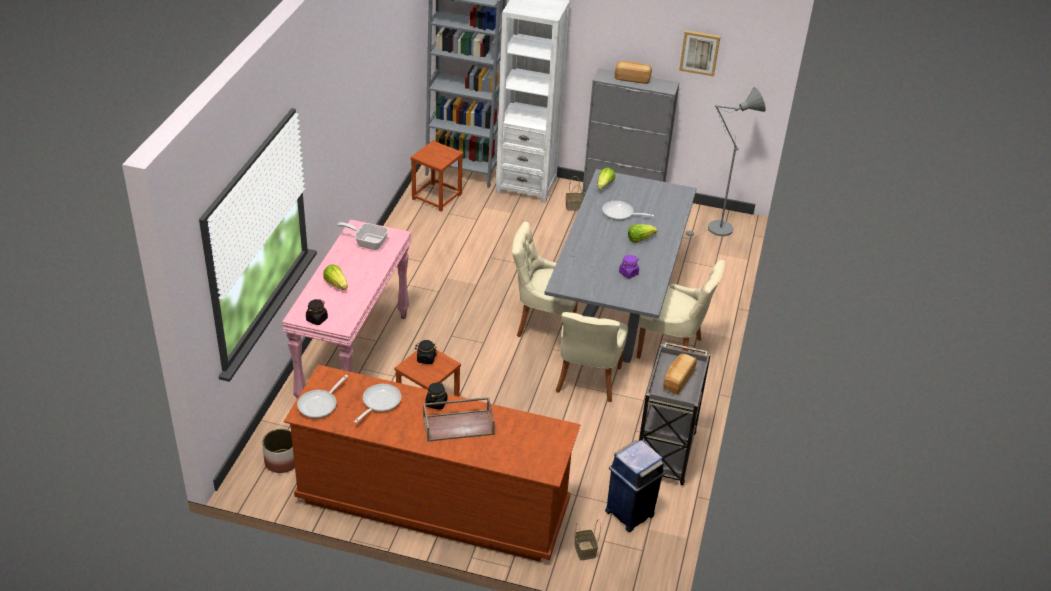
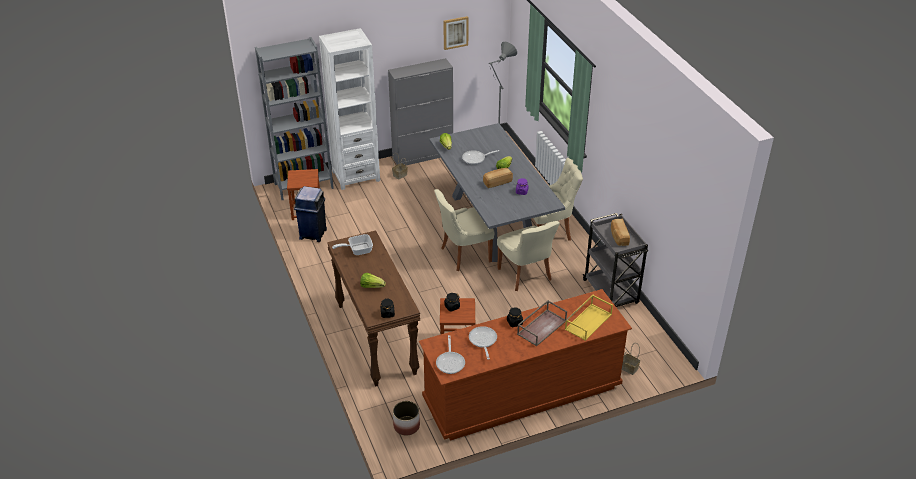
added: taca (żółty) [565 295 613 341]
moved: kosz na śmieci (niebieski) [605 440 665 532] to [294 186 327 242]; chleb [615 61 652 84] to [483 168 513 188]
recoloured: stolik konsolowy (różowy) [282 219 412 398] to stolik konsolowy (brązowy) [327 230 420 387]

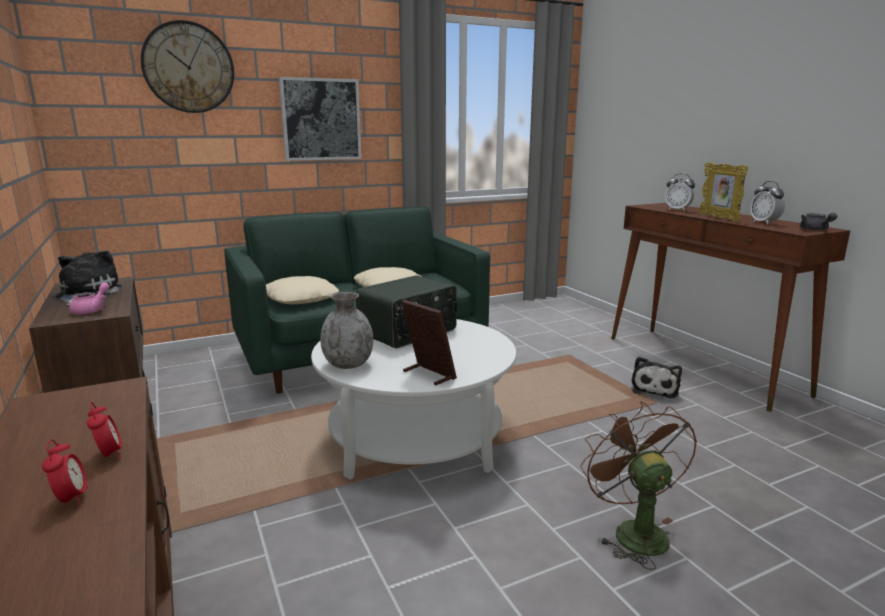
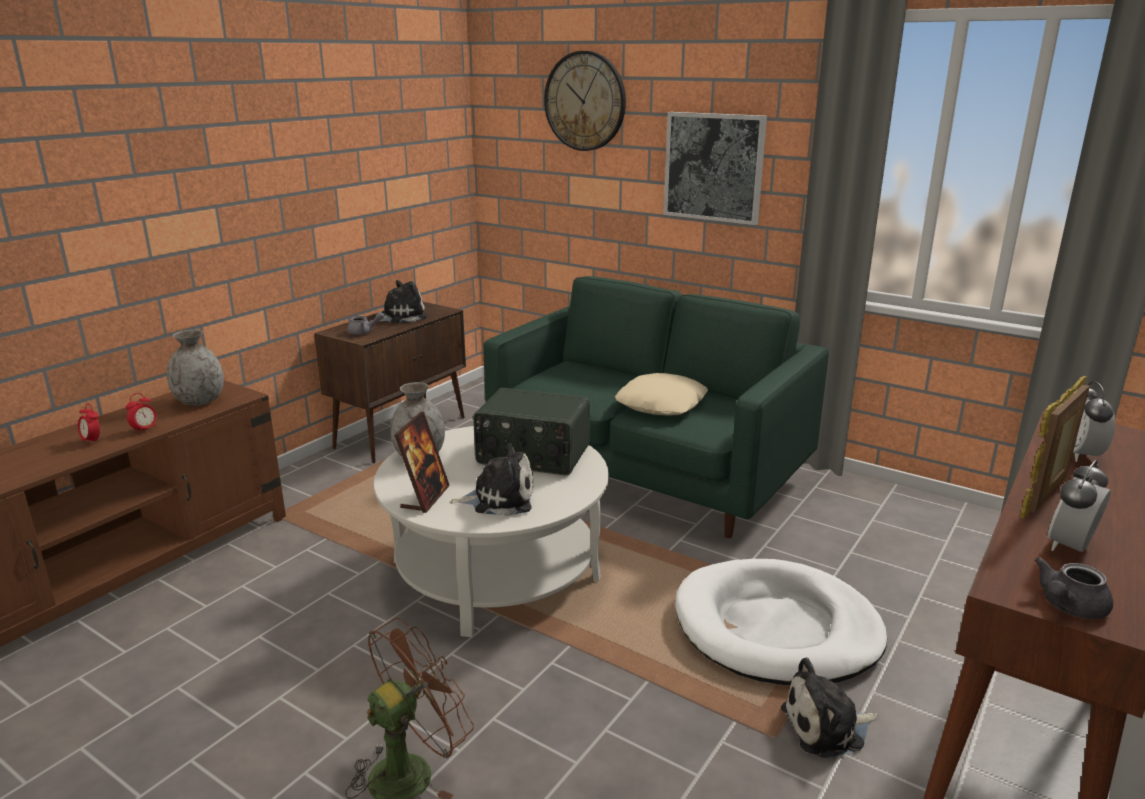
removed: poduszka (beżowy) [266 276 339 304]
added: wazon (szary) [167 330 224 406]; pluszak [449 443 534 516]; legowisko (biały) [675 559 887 685]
recoloured: imbryk (różowy) [69 283 110 315] to imbryk (szary) [347 312 384 335]
turned: budzik [42 439 87 506] = [78 403 100 446] 90 degrees clockwise

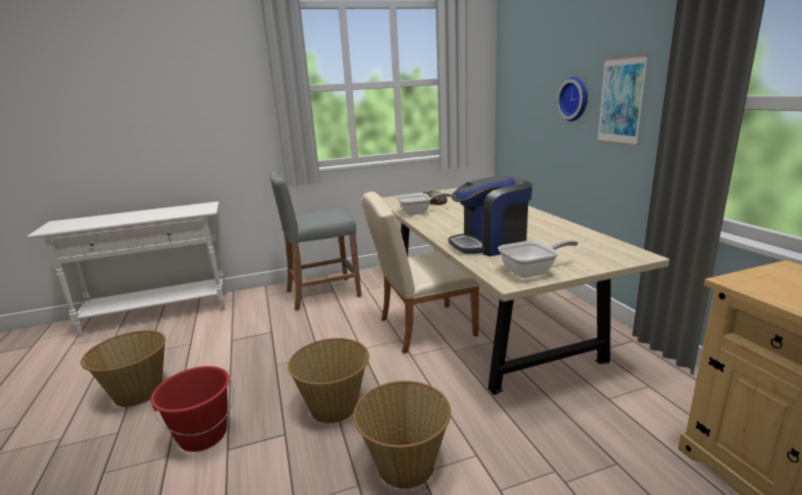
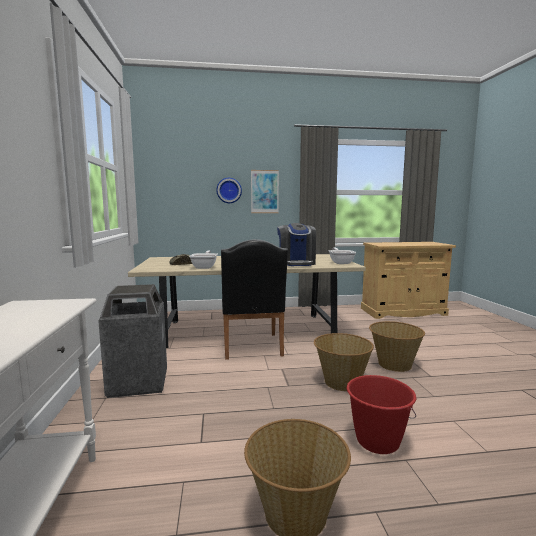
replaced: stołek (szary) [270 172 362 311] to kosz na śmieci [98 284 167 398]
recoloured: krzesło (beżowy) [361 192 480 354] to krzesło (czarny) [221 239 288 360]

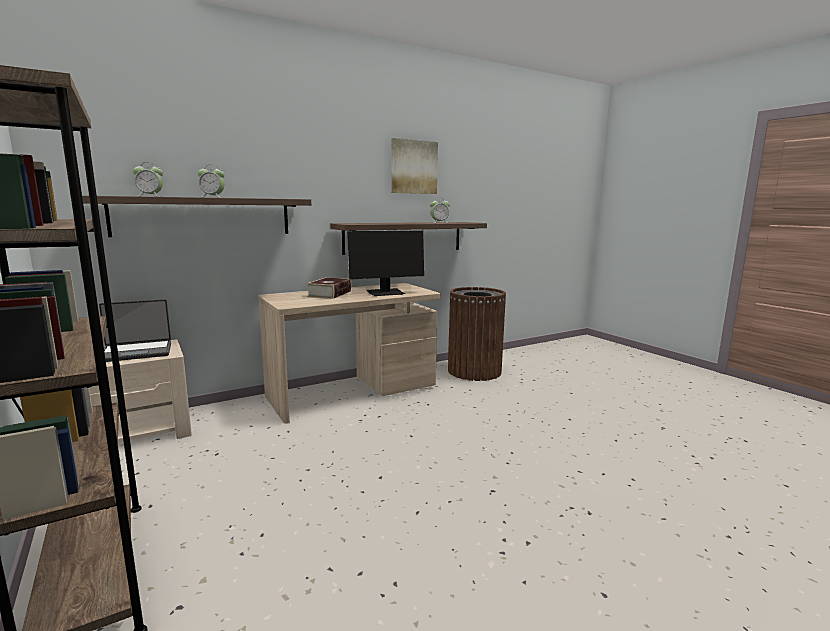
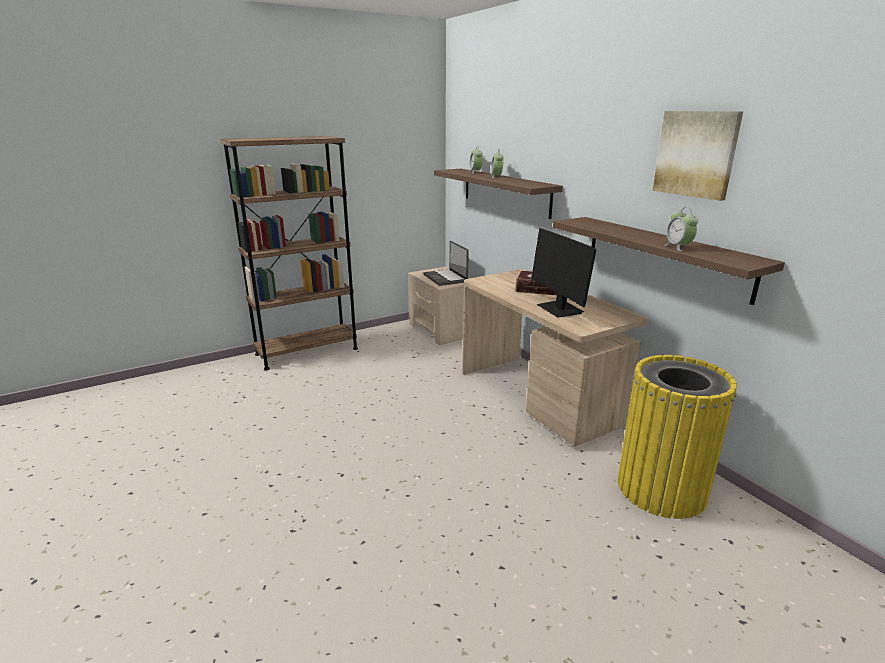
recoloured: kosz na śmieci (brązowy) [448 287 506 381] to kosz na śmieci (żółty) [618 355 737 519]

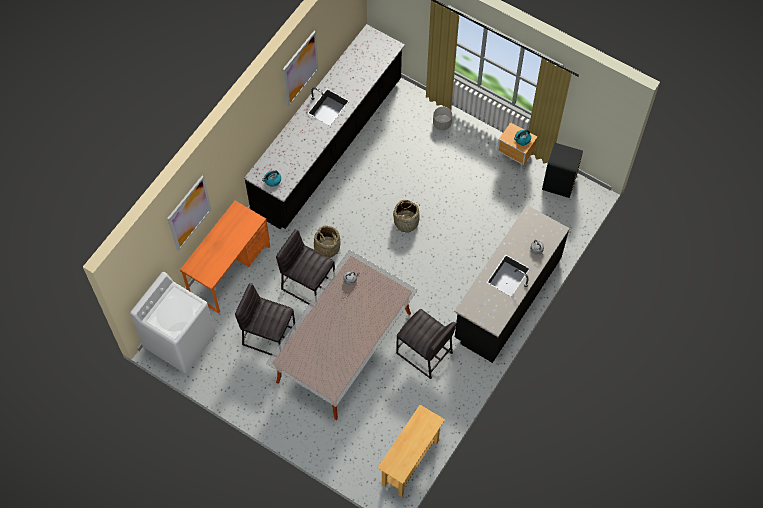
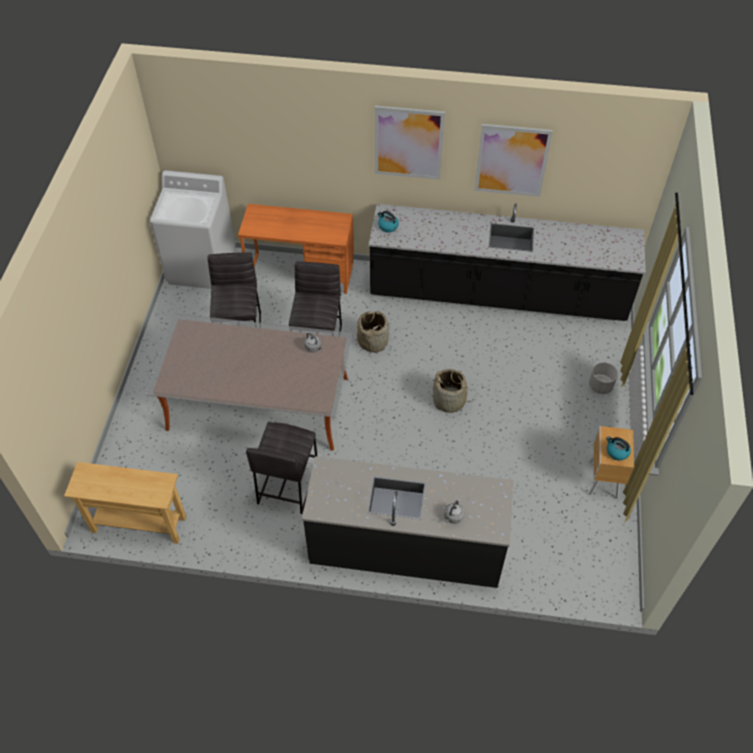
removed: kosz na śmieci (czarny) [542 143 583 198]
moved: obraz [167 176 212 251] to [375 106 445 180]

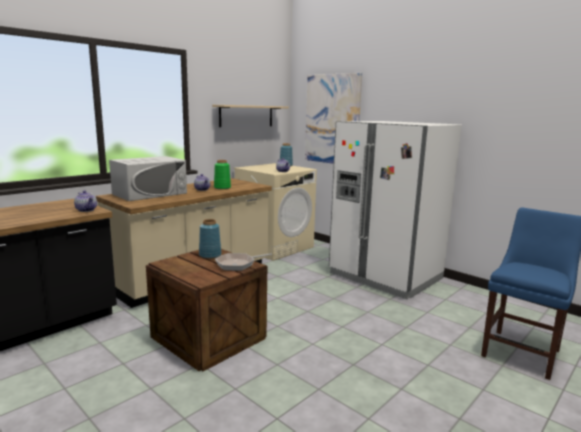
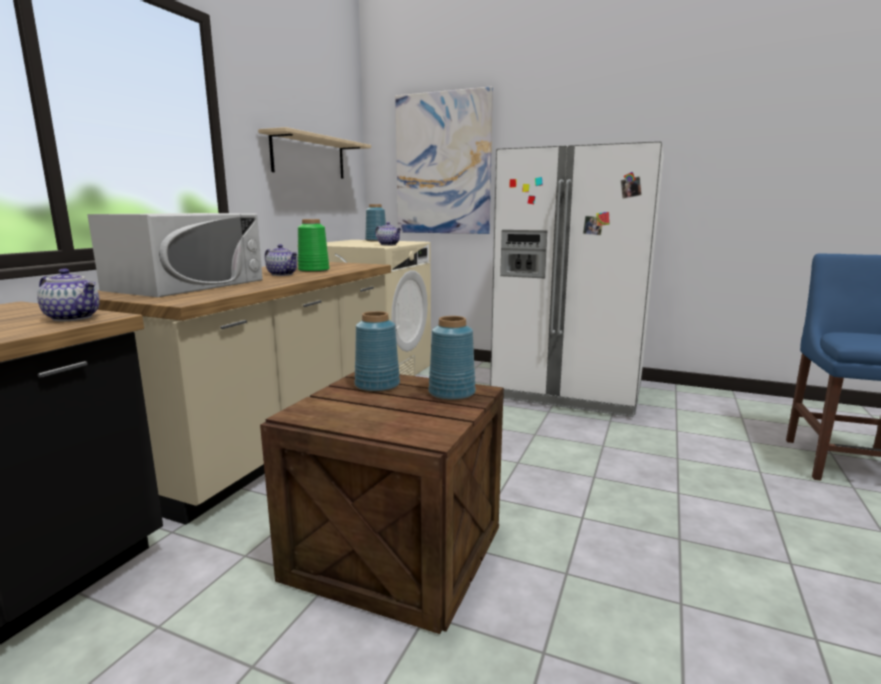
replaced: patelnia [215 253 272 271] to wazon (niebieski) [429 316 476 401]

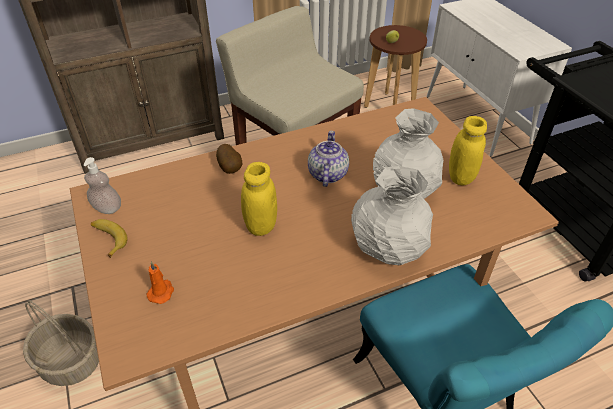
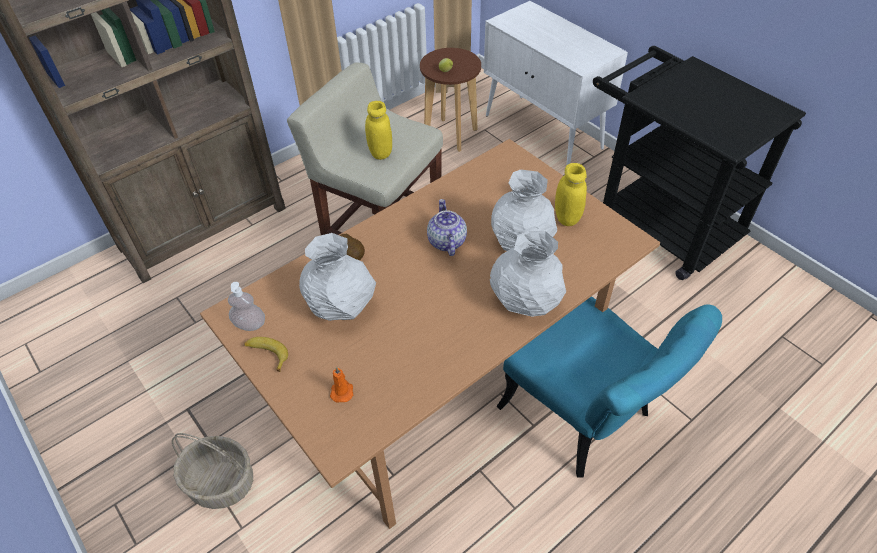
added: wazon (biały) [299 233 376 321]
moved: słoik (żółty) [241 162 277 236] to [365 101 392 160]

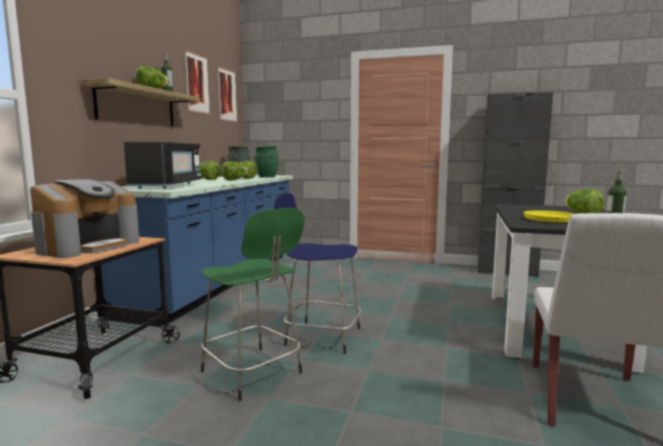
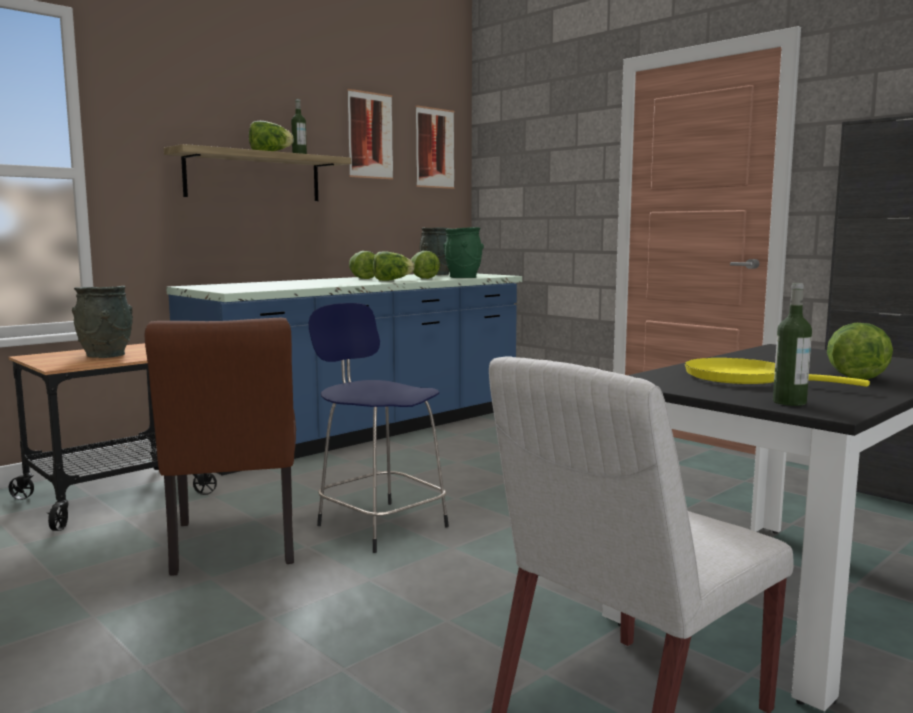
removed: mikrofalówka (czarny) [124 142 202 189]
replaced: ekspres do kawy [30 179 140 258] to wazon (szary) [72 286 133 358]; stołek (zielony) [201 208 304 401] to krzesło (brązowy) [145 318 296 575]

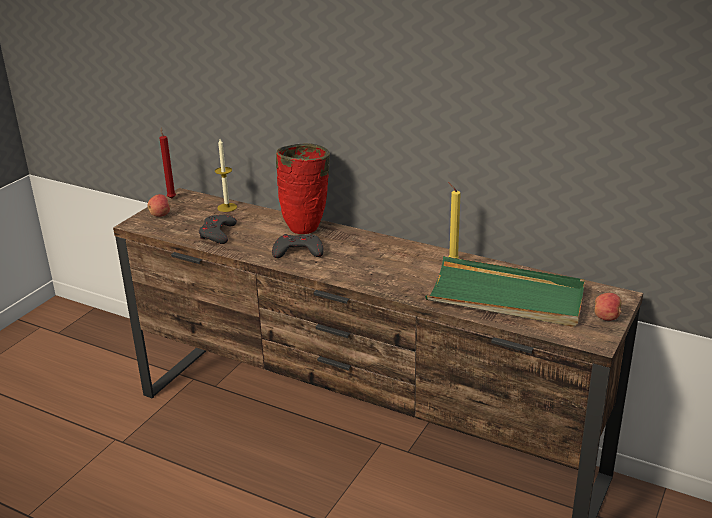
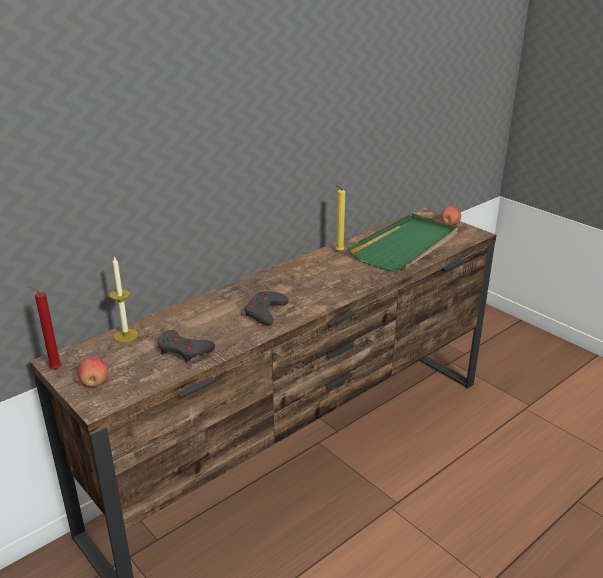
removed: wazon (czerwony) [276 143 330 234]

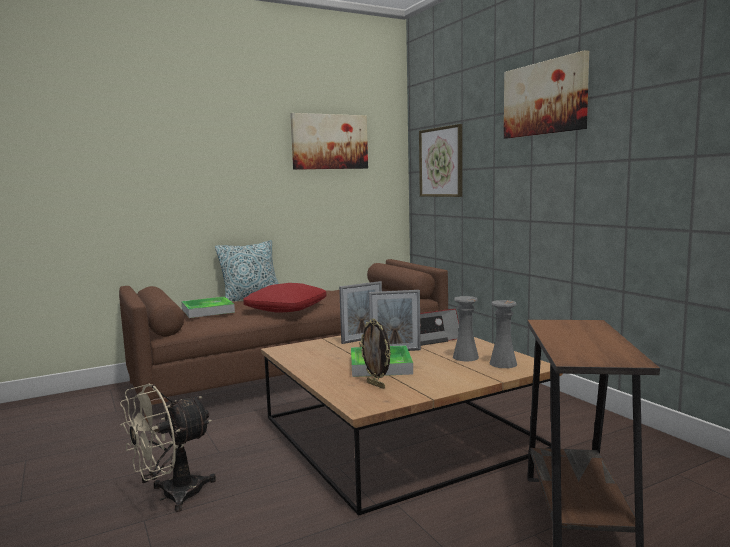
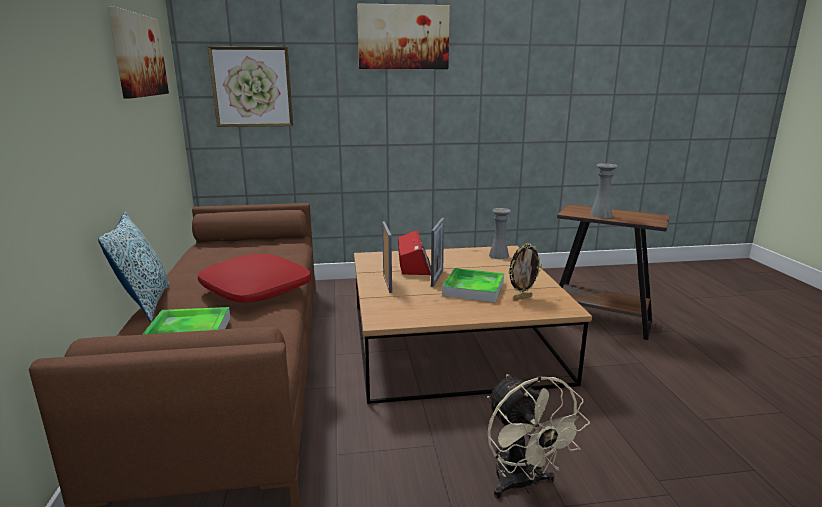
moved: wazon (szary) [453 296 479 362] to [590 163 618 218]

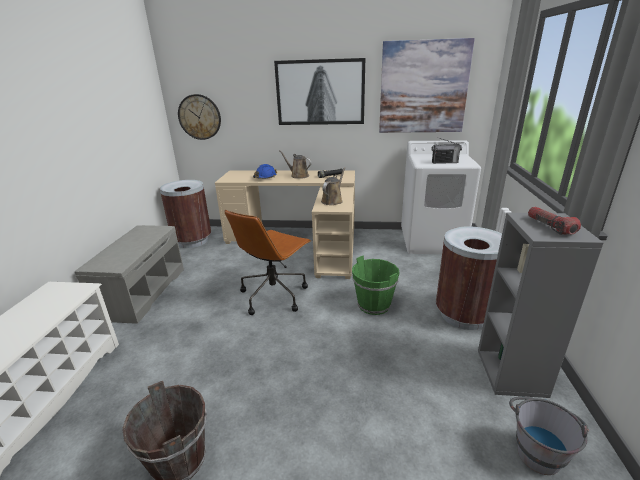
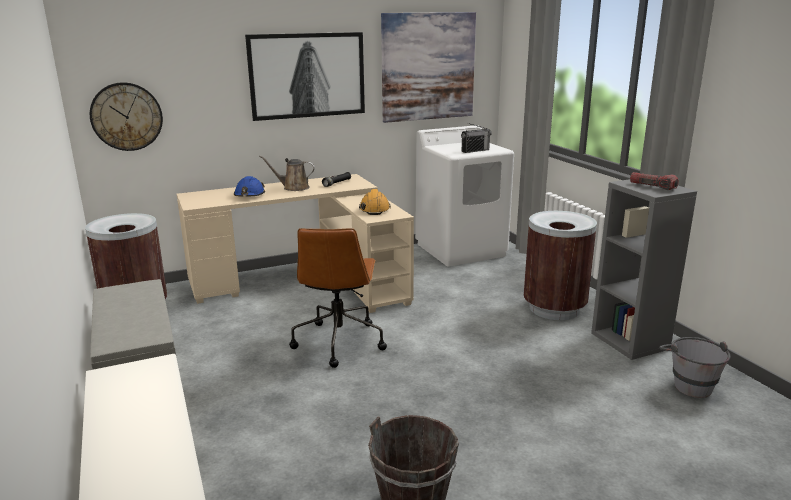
removed: wiadro (zielony) [352 256 399 315]
replaced: konewka (brązowy) [321 167 346 205] to kask (pomarańczowy) [359 189 391 215]

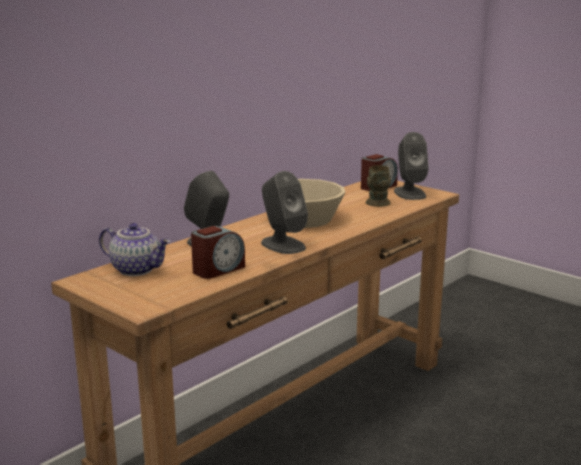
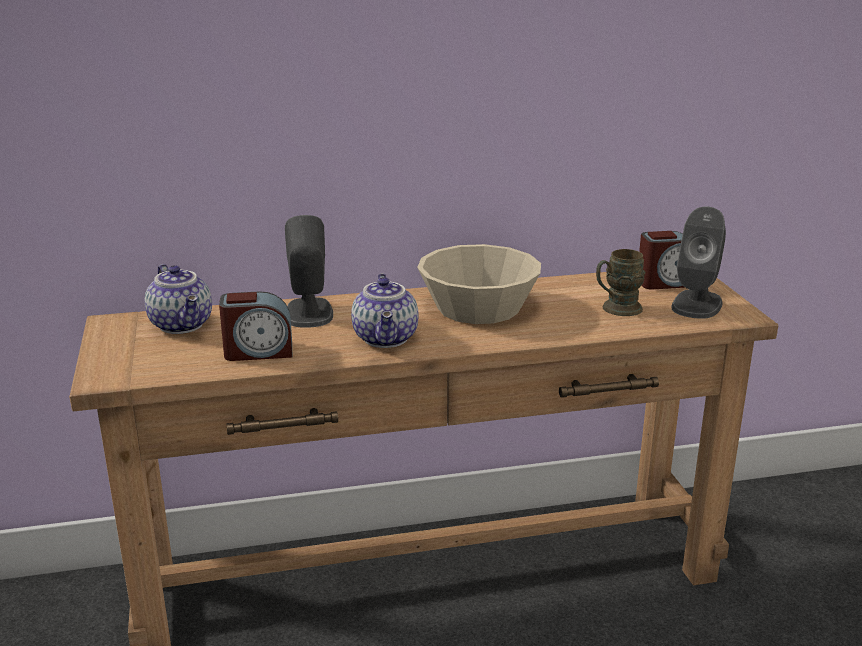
replaced: głośnik (szary) [261 171 308 254] to imbryk [351 274 418 348]

